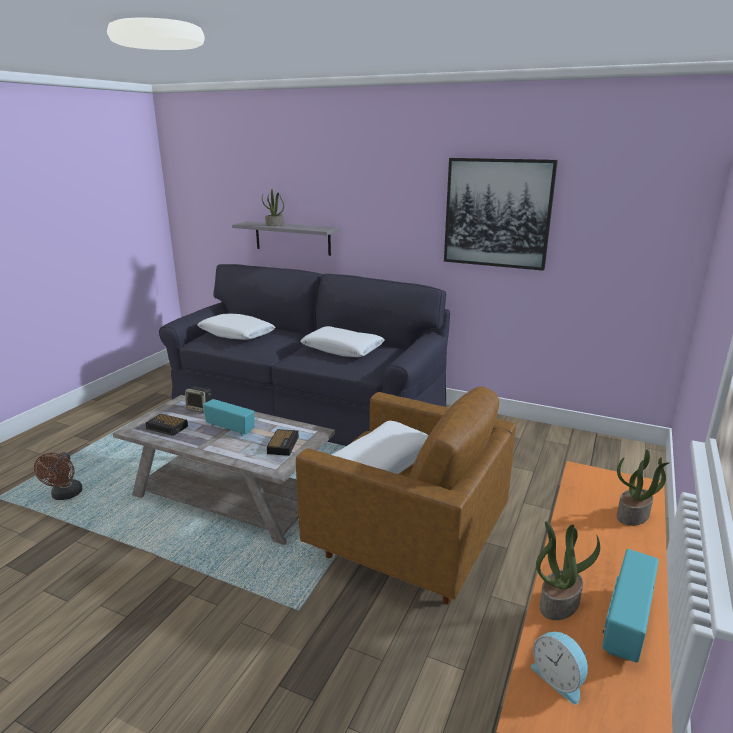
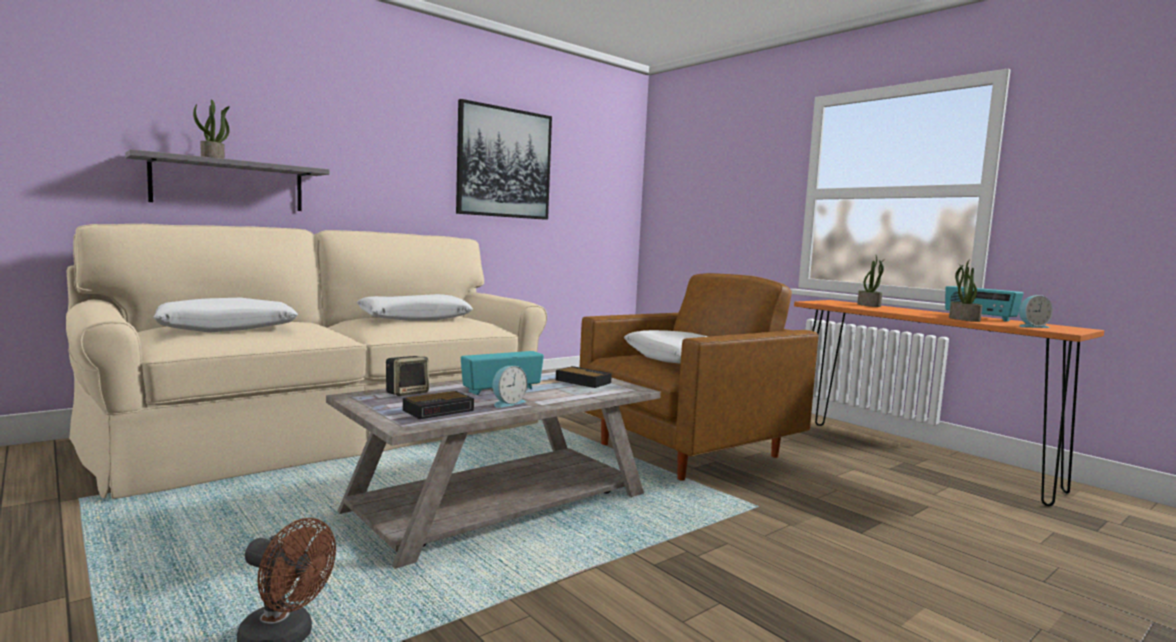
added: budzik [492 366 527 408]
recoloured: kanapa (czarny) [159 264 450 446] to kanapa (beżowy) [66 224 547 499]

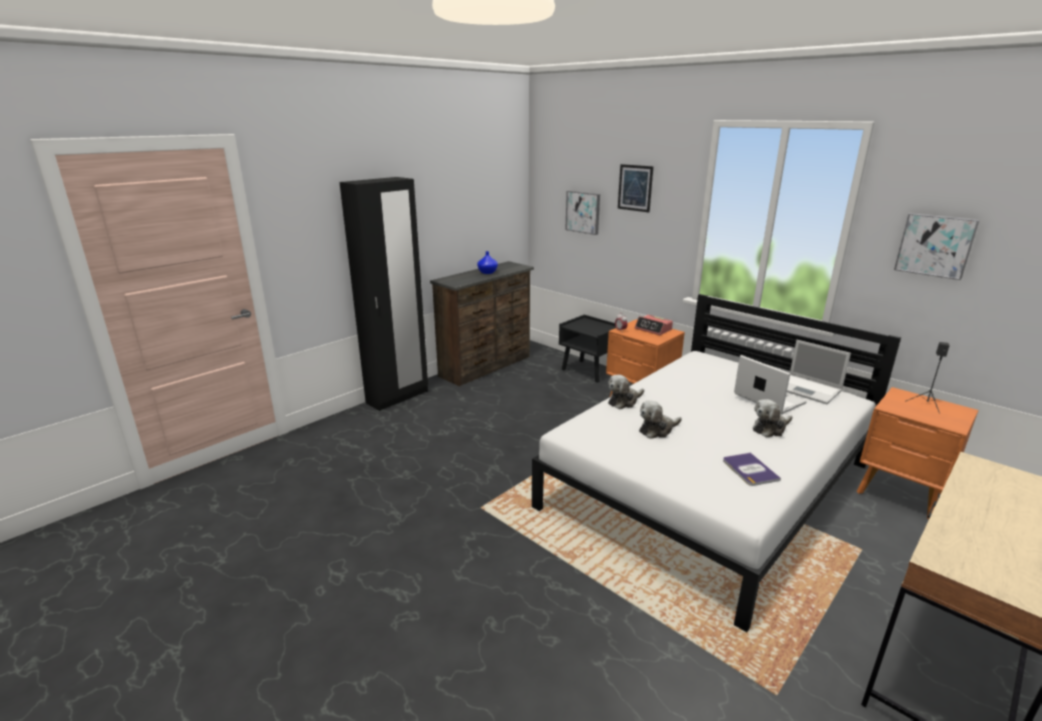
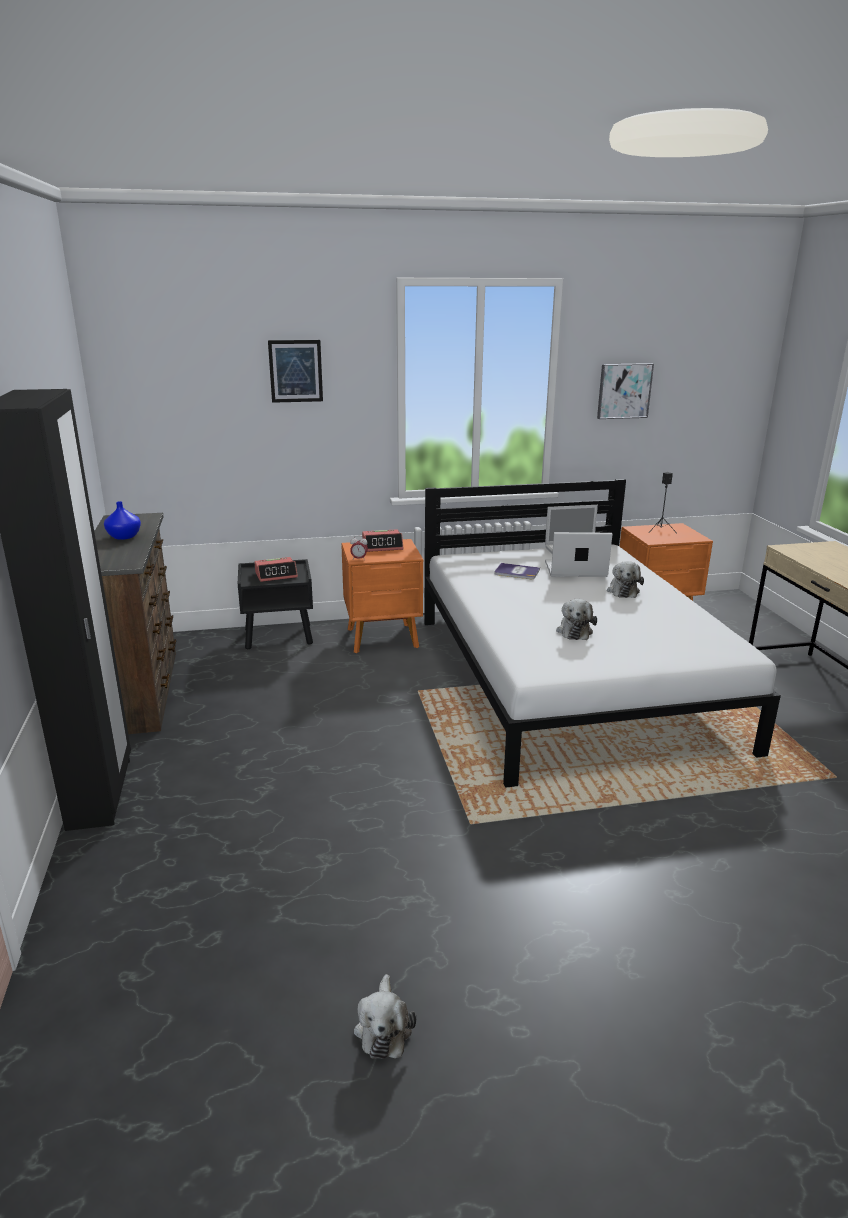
removed: obraz [565 191 600 235]
added: budzik [254 557 298 582]
moved: pluszak [608 375 644 409] to [354 974 416 1059]; książka [723 452 781 486] to [494 563 540 579]

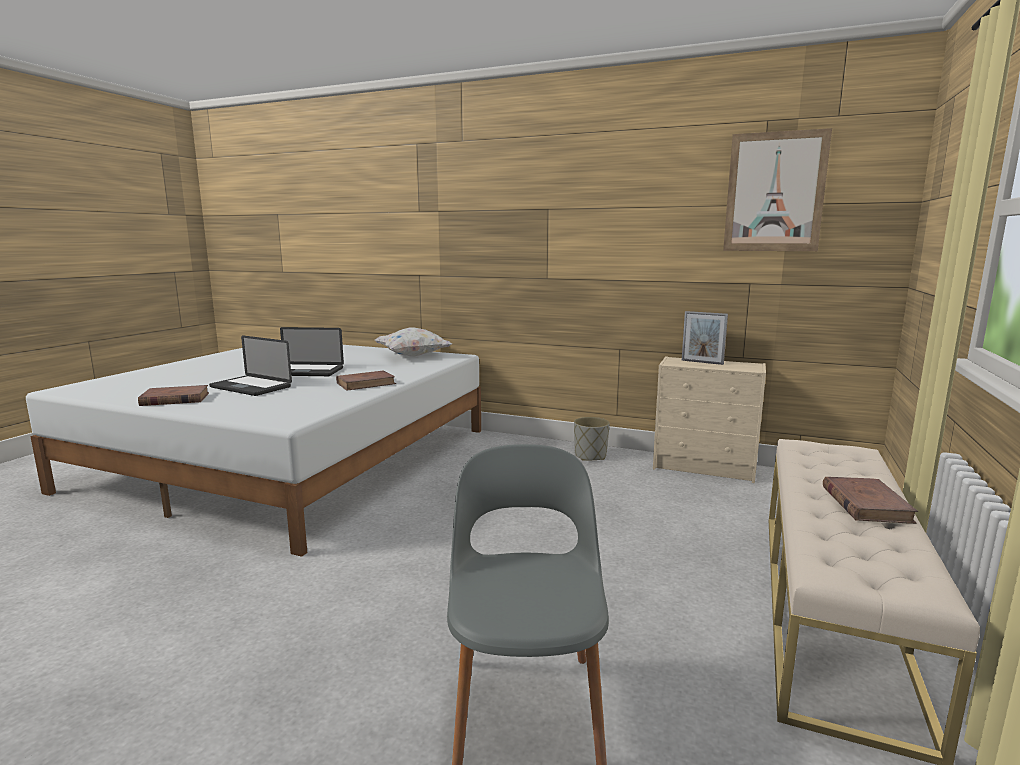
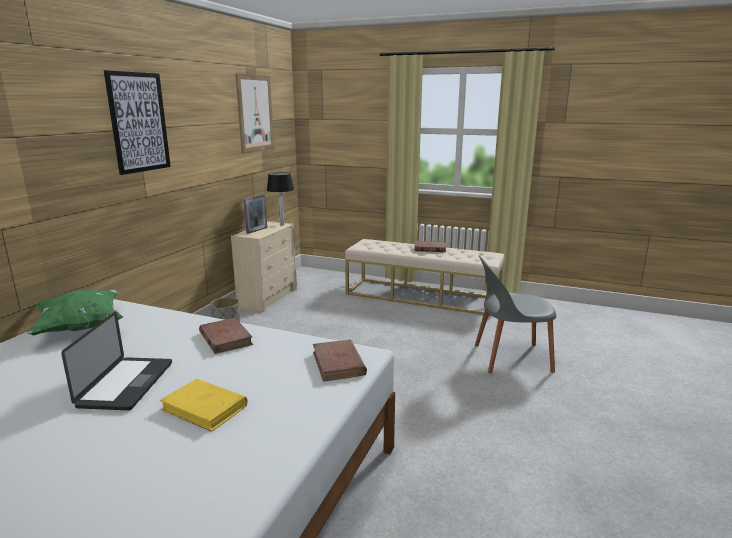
added: obraz [104 70 171 175]; lampa stołowa [267 172 294 226]
moved: książka (brązowy) [138 385 209 406] to [313 340 367 381]
replaced: laptop [209 335 292 396] to książka (żółty) [160 379 247 432]
recoloured: poduszka (biały) [375 327 453 357] to poduszka (zielony) [27 290 123 336]

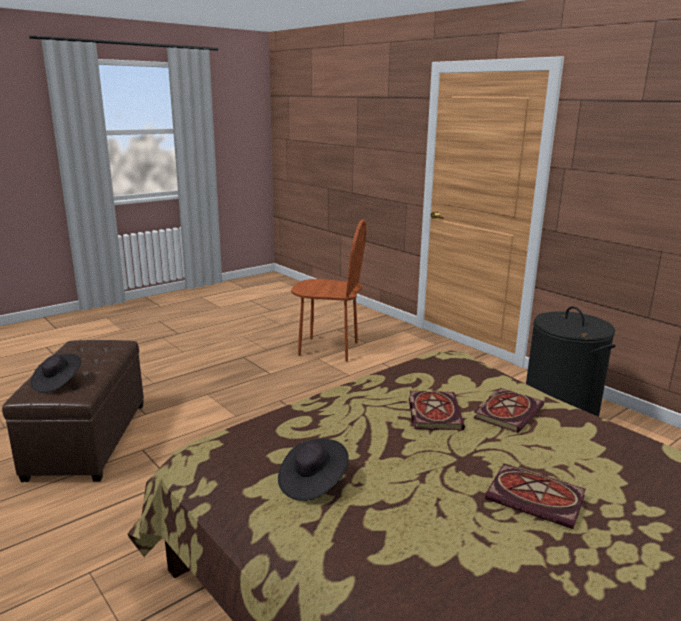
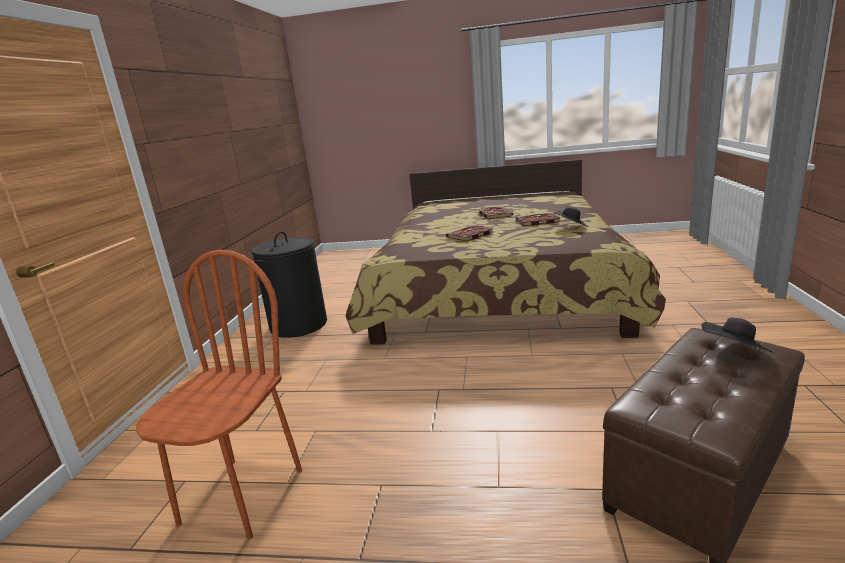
moved: książka [473 388 544 433] to [516 213 561 226]
turned: krzesło (brązowy) [291 219 366 362] = [136 250 302 539] 45 degrees clockwise

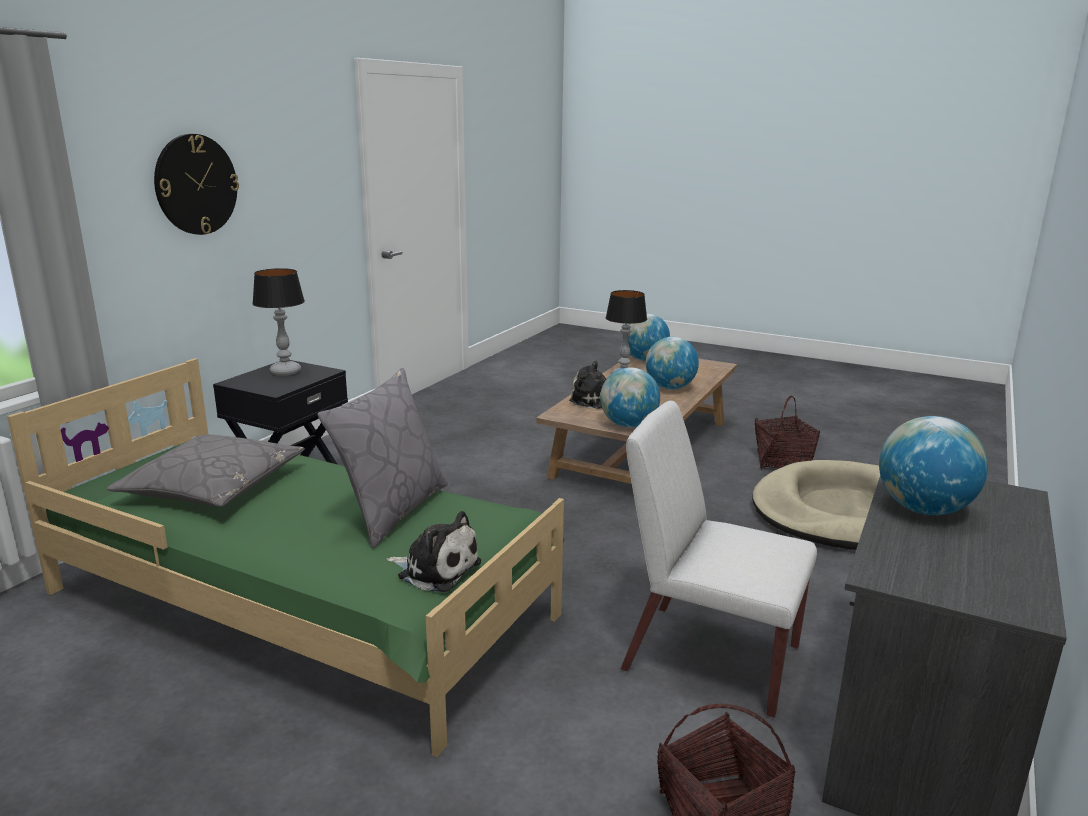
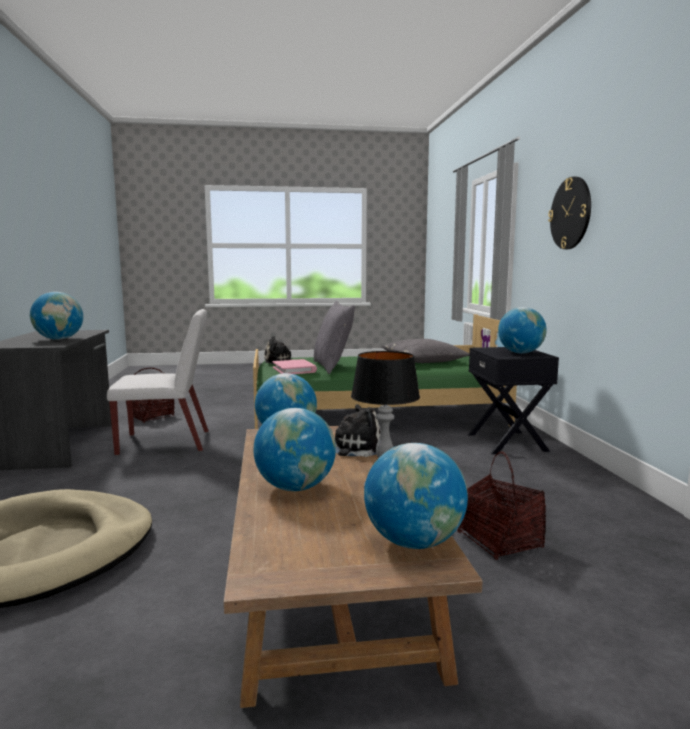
added: książka (różowy) [272 359 317 374]
moved: koszyk [755 396 820 470] to [457 451 546 560]
replaced: lampa stołowa [252 268 305 376] to globus [498 307 547 354]

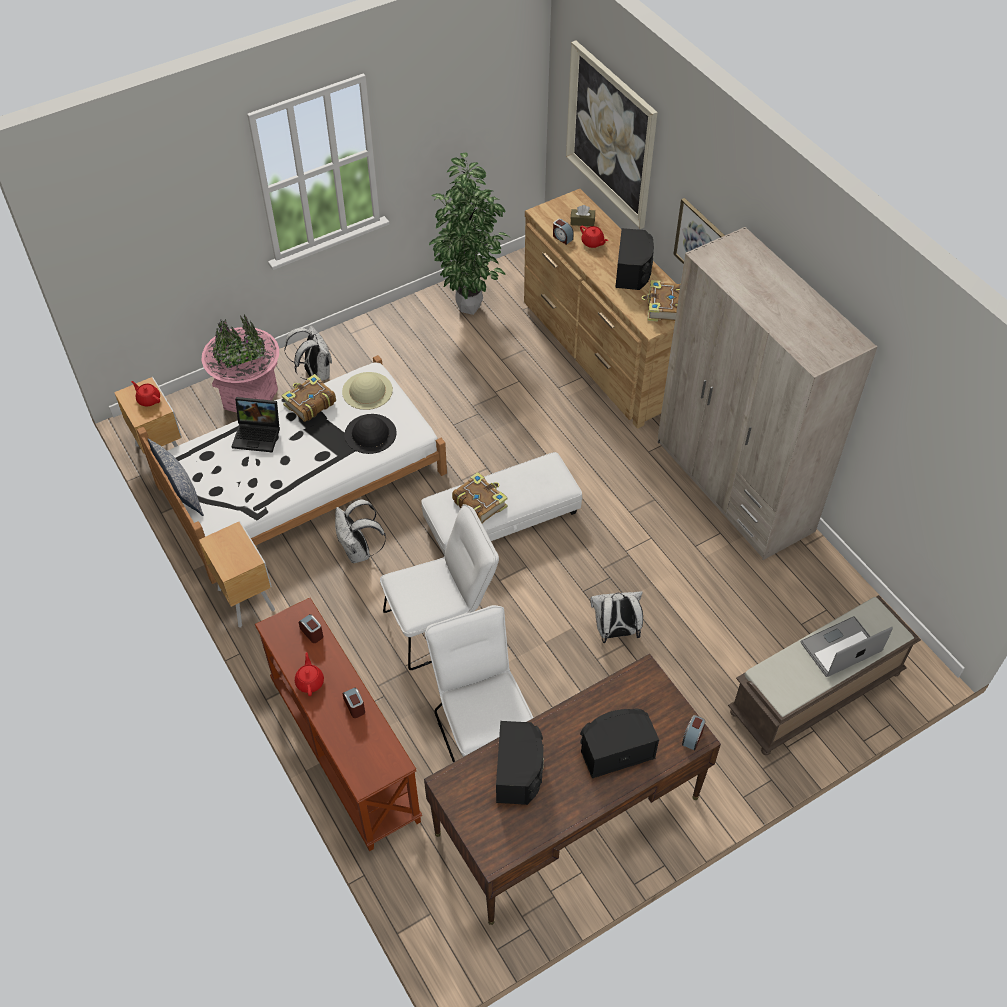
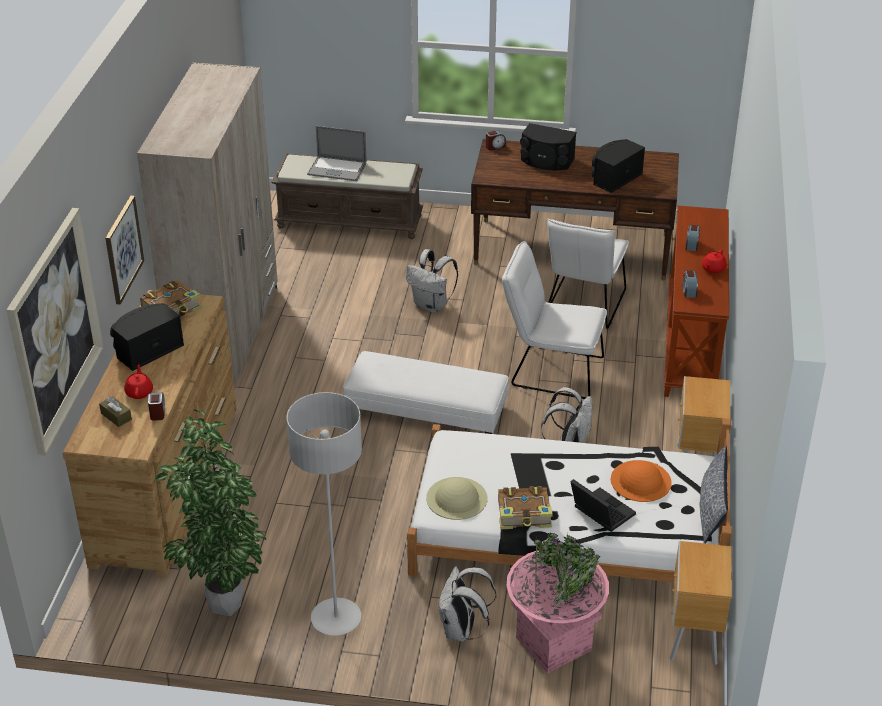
removed: imbryk (czerwony) [131 381 160 406]; kapelusz (czarny) [345 414 397 454]; książka [452 472 507 523]
added: lampa stojąca (szary) [286 392 362 636]; kapelusz (pomarańczowy) [611 460 672 502]

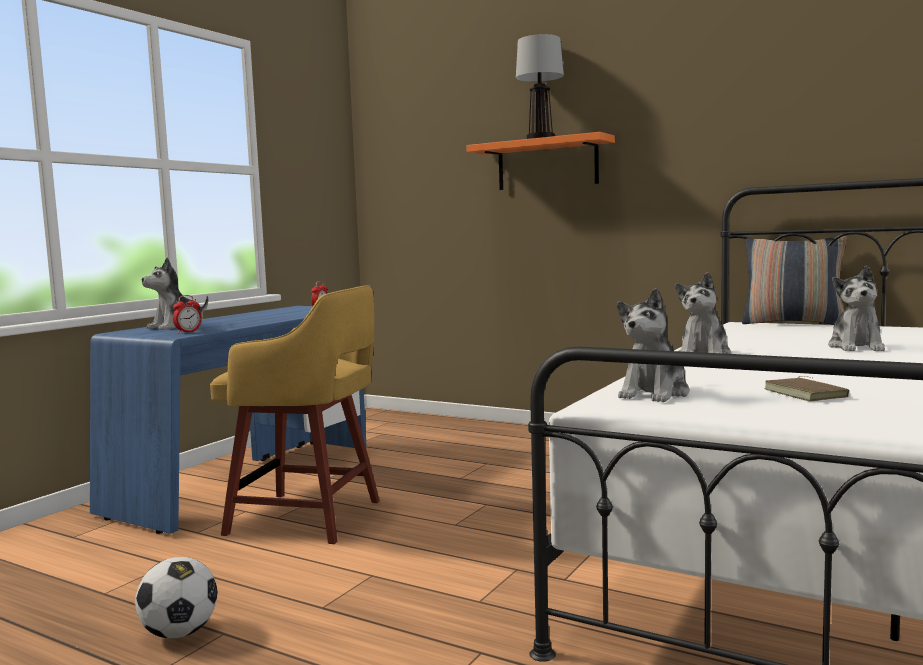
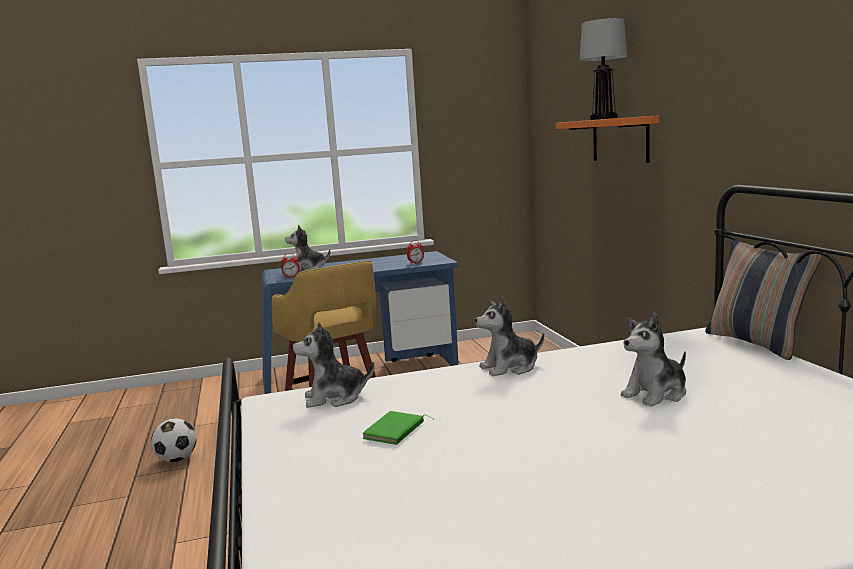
recoloured: książka (brązowy) [764 376 849 401] to książka (zielony) [363 411 433 445]

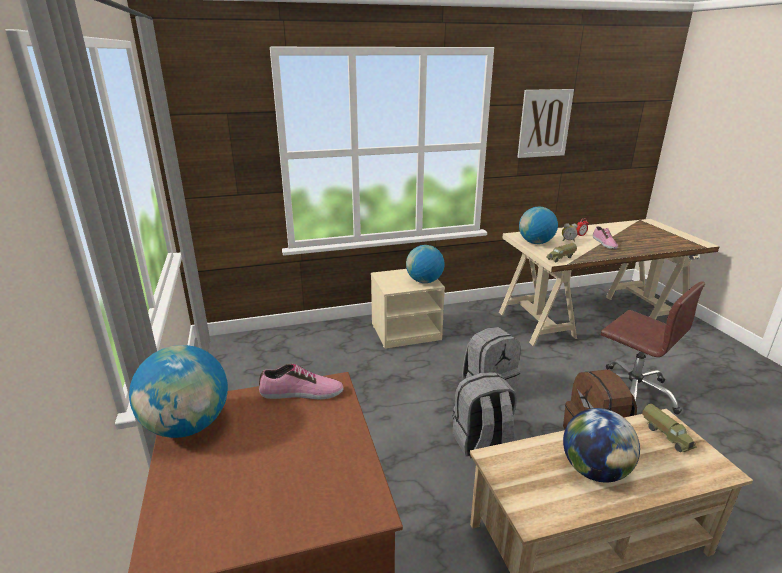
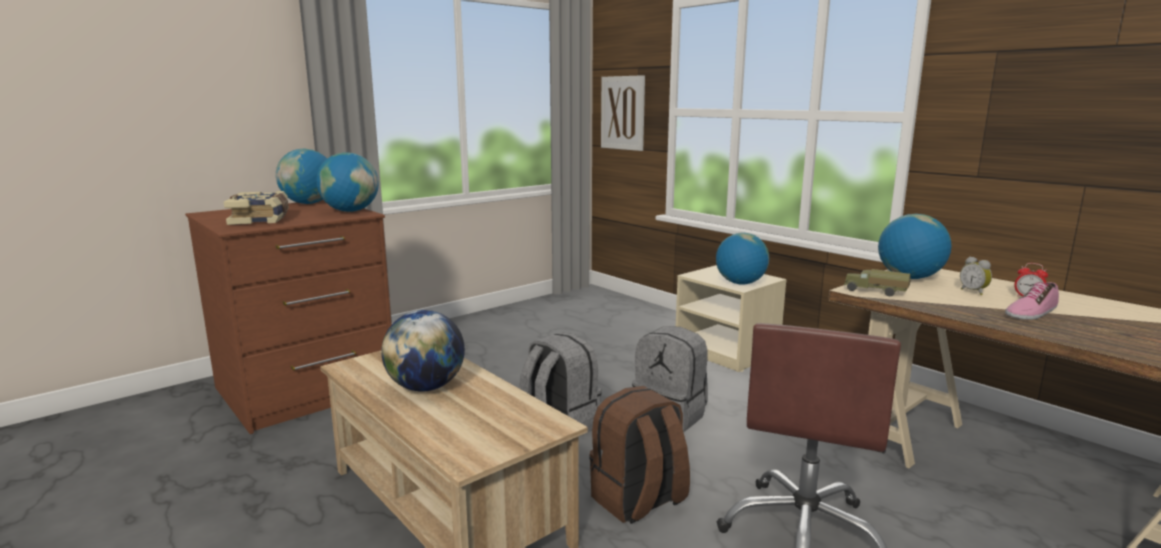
removed: ciężarówka zabawkowa [642 404 697 452]
added: książka [224 191 289 225]
moved: obraz [517 89 574 158] to [601 75 645 151]
replaced: but [259 364 344 400] to globus [316 152 379 212]

